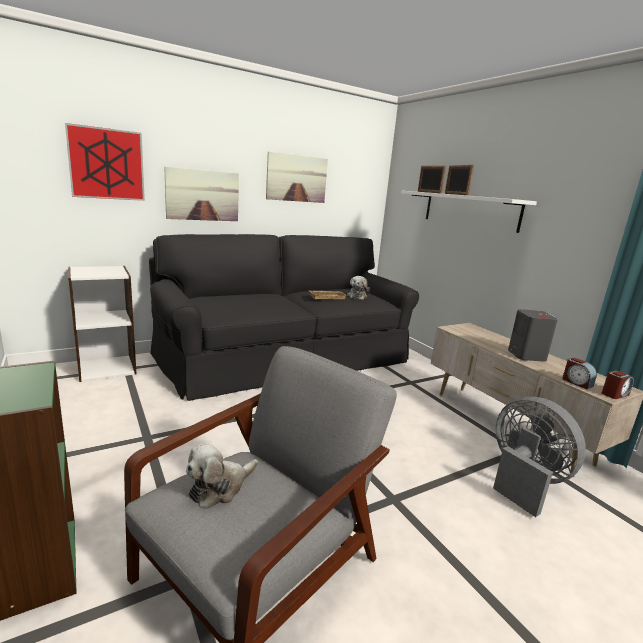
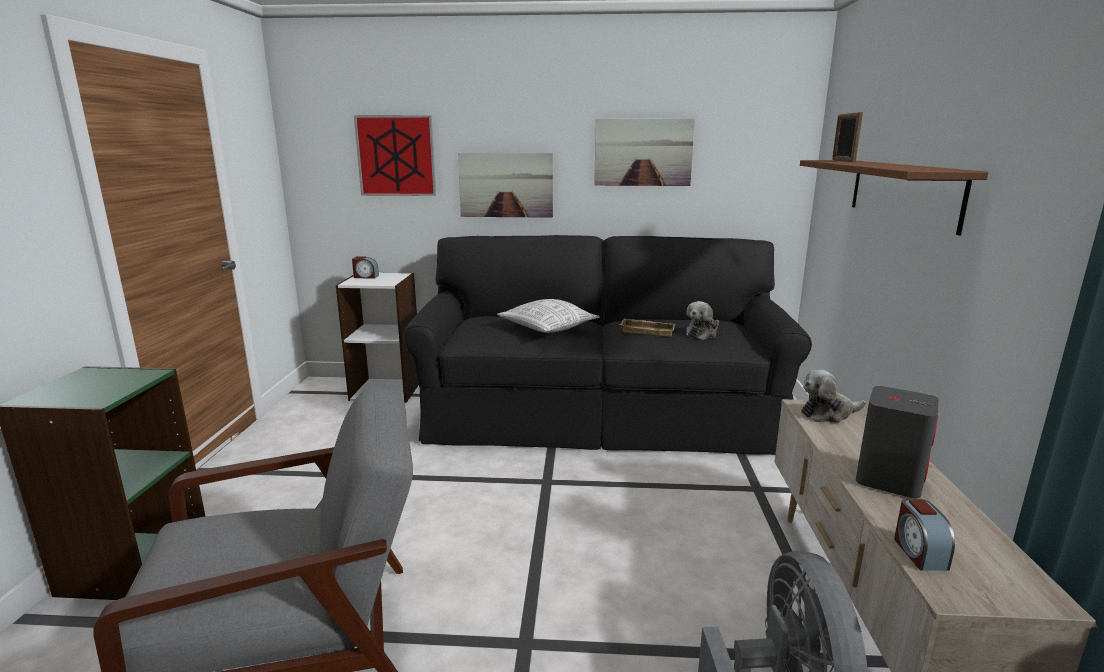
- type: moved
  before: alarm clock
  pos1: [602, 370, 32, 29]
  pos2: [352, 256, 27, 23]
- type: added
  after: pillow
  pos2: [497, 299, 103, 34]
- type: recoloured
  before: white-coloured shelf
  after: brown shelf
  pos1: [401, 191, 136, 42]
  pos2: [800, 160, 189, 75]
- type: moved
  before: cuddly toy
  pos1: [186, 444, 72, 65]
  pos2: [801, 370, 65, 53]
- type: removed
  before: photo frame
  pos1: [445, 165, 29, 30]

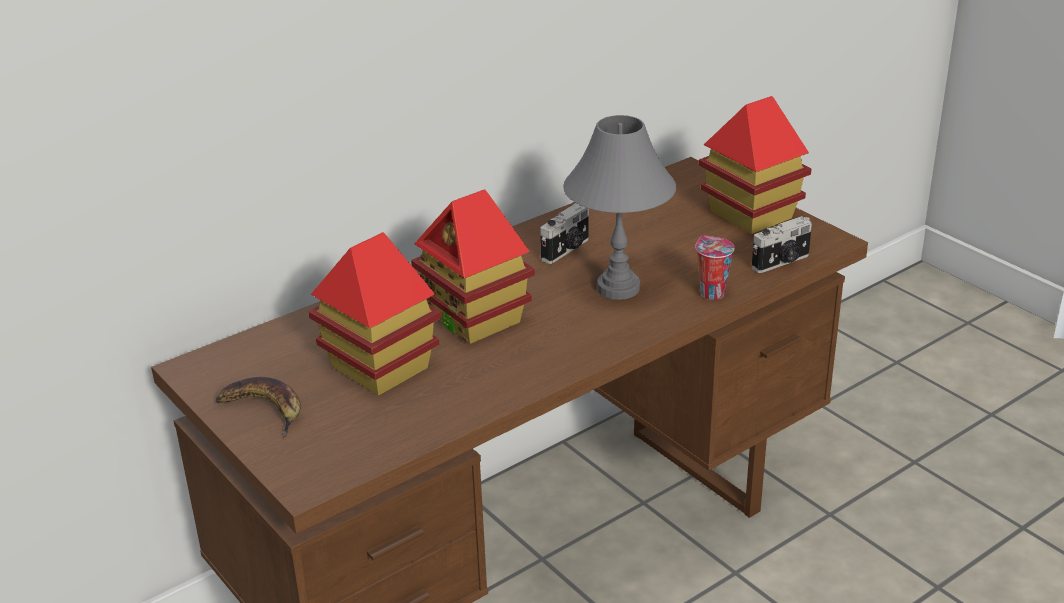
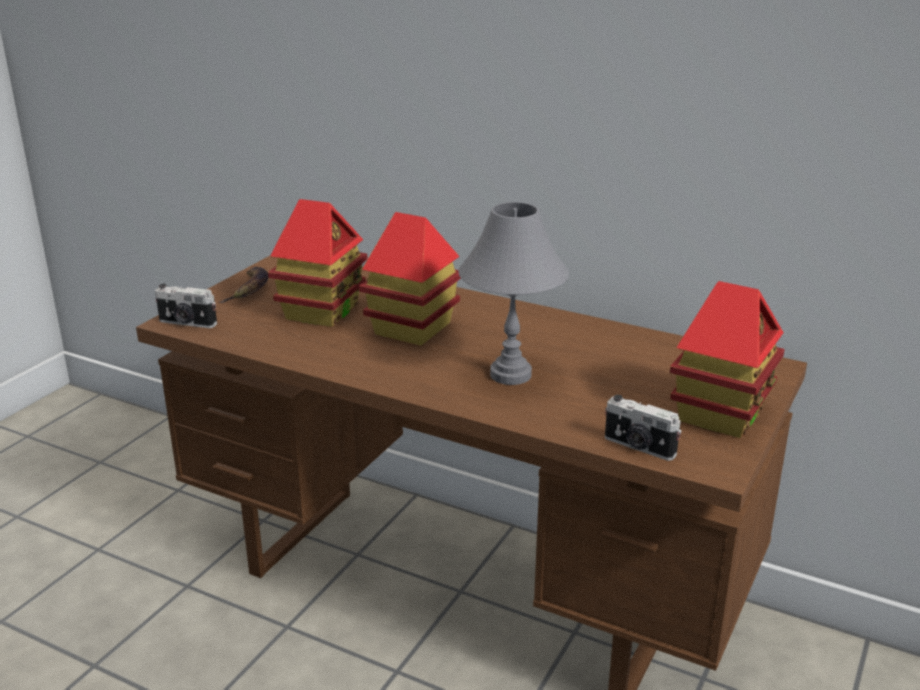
- type: moved
  before: still camera
  pos1: [540, 203, 49, 61]
  pos2: [155, 284, 62, 44]
- type: removed
  before: small cup
  pos1: [695, 236, 40, 64]

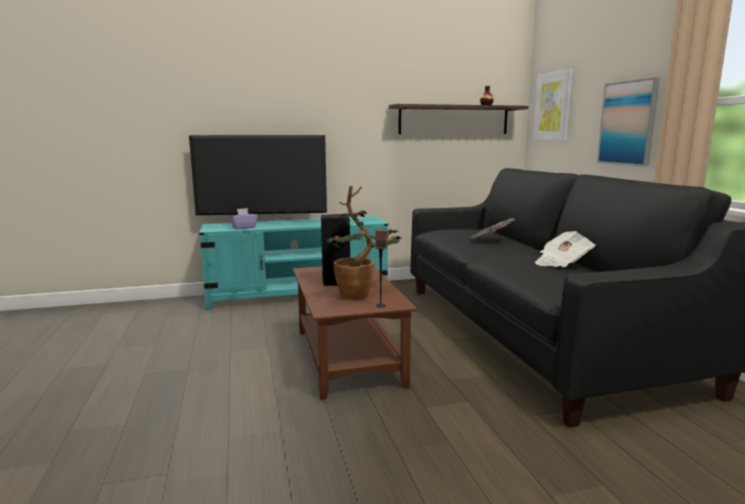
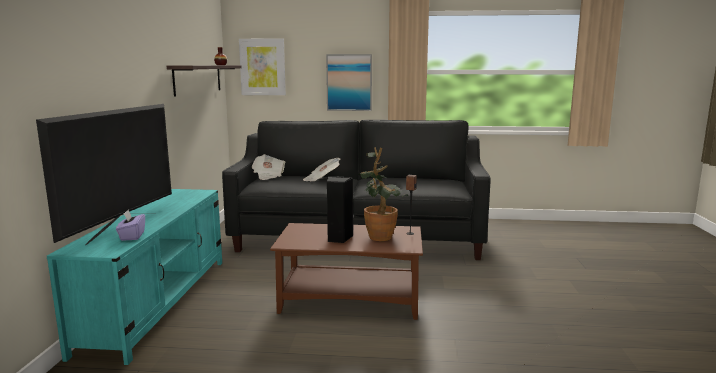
- type: moved
  before: printed paper
  pos1: [535, 231, 61, 36]
  pos2: [251, 154, 35, 26]

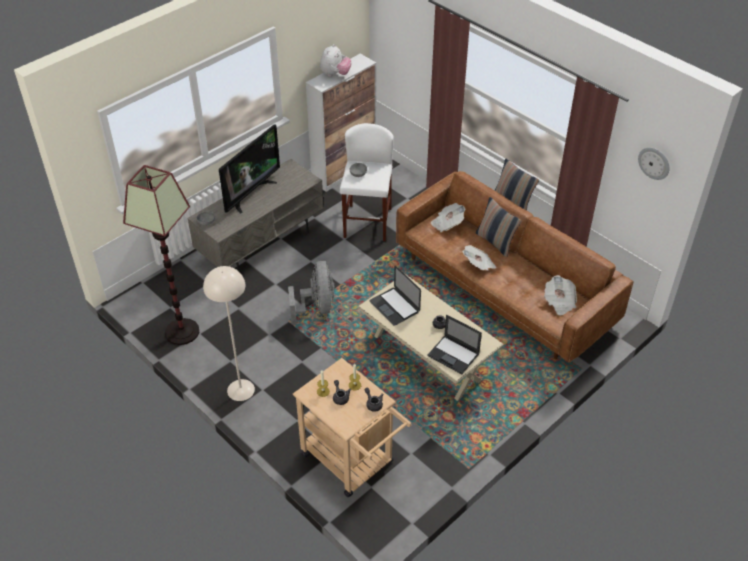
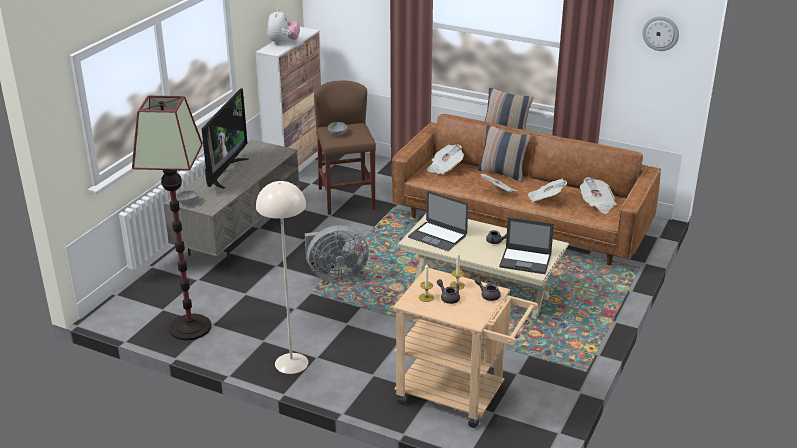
- type: turned
  before: grey electric fan
  pos1: [288, 261, 47, 64]
  pos2: [305, 225, 64, 57]
  turn: 105
- type: recoloured
  before: white-coloured sitting stool
  after: brown sitting stool
  pos1: [340, 123, 54, 118]
  pos2: [314, 81, 62, 134]
- type: added
  after: printed paper
  pos2: [528, 179, 39, 23]

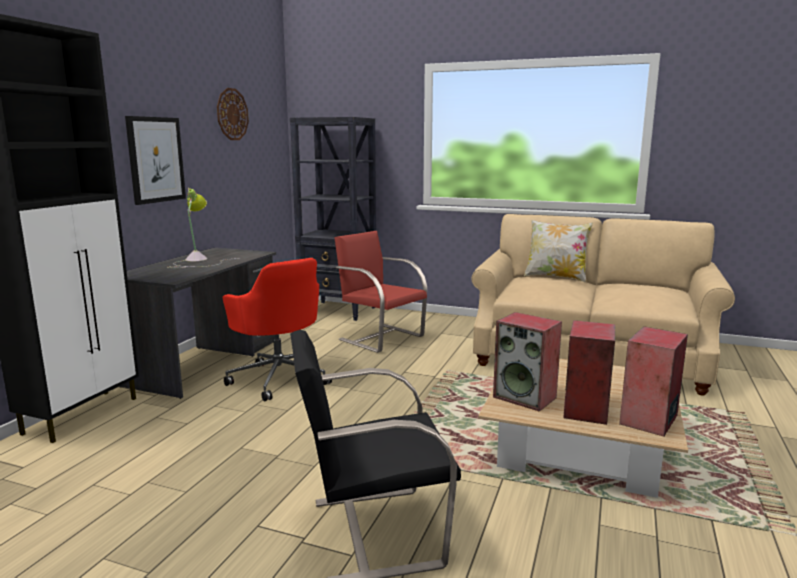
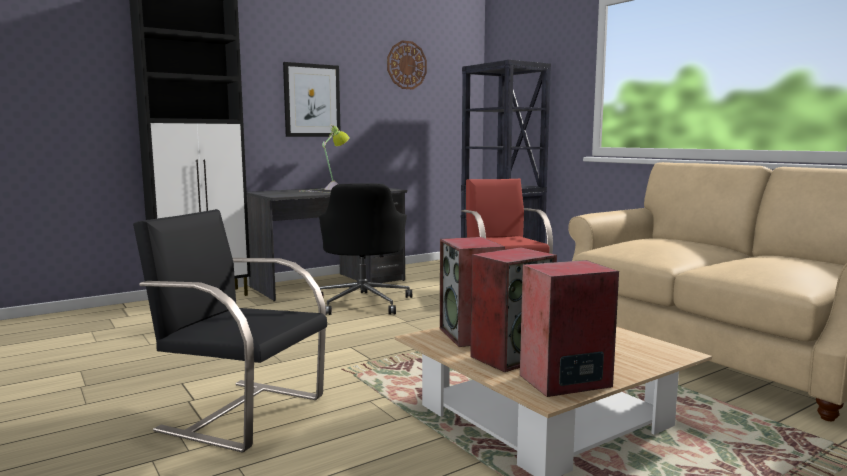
- type: recoloured
  before: red office chair
  after: black office chair
  pos1: [223, 258, 109, 143]
  pos2: [319, 183, 93, 132]
- type: removed
  before: pillow
  pos1: [524, 220, 69, 62]

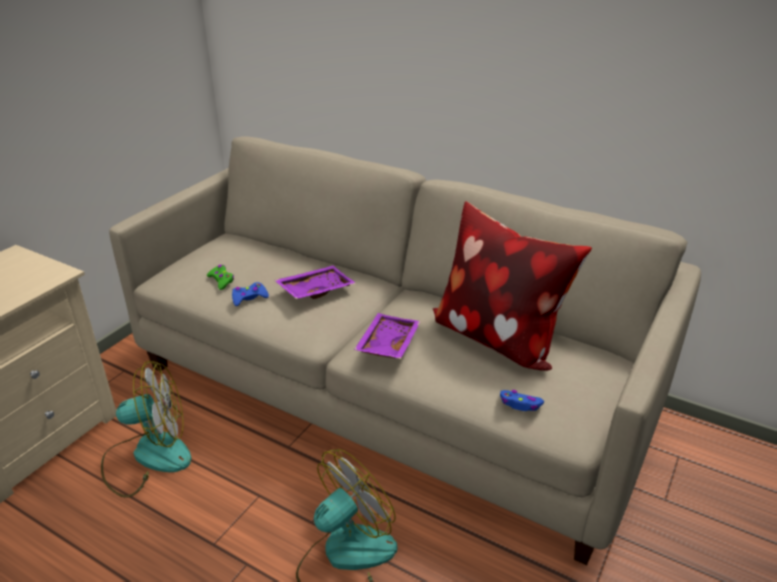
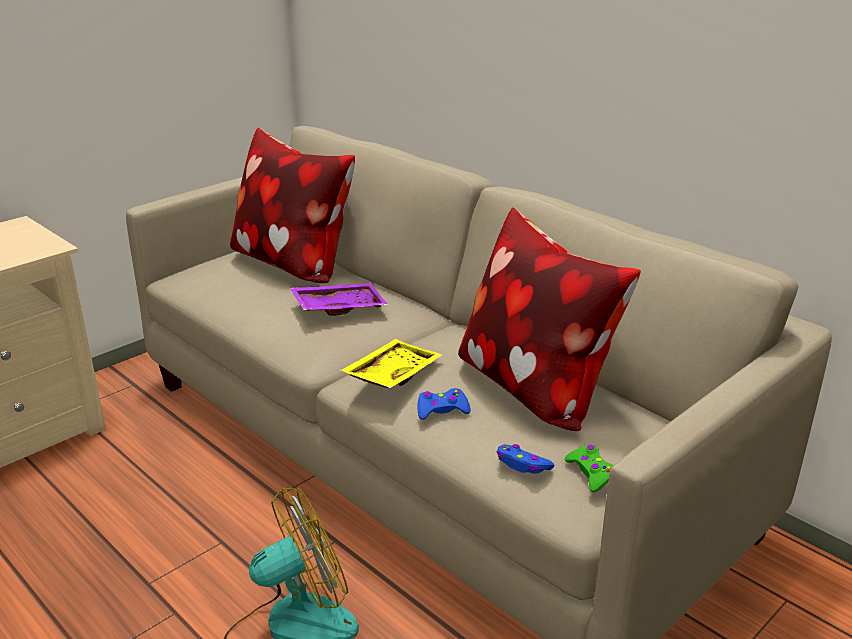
- type: added
  after: pillow
  pos2: [230, 128, 125, 155]
- type: recoloured
  before: purple-coloured tray
  after: yellowish tray
  pos1: [354, 313, 67, 46]
  pos2: [340, 339, 102, 49]
- type: moved
  before: blue-coloured game controller
  pos1: [232, 282, 37, 24]
  pos2: [417, 388, 54, 32]
- type: moved
  before: green-coloured game controller
  pos1: [207, 265, 27, 25]
  pos2: [565, 445, 48, 47]
- type: removed
  before: electric fan
  pos1: [101, 361, 91, 137]

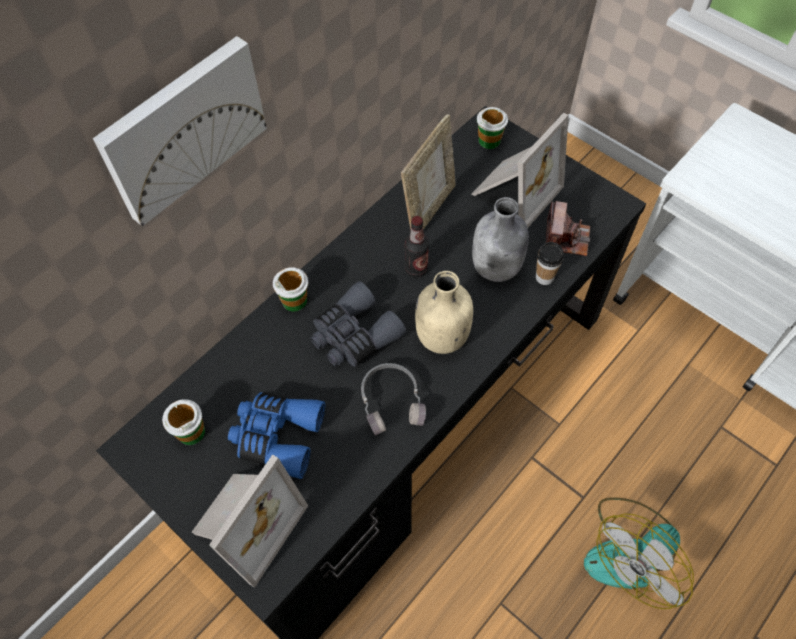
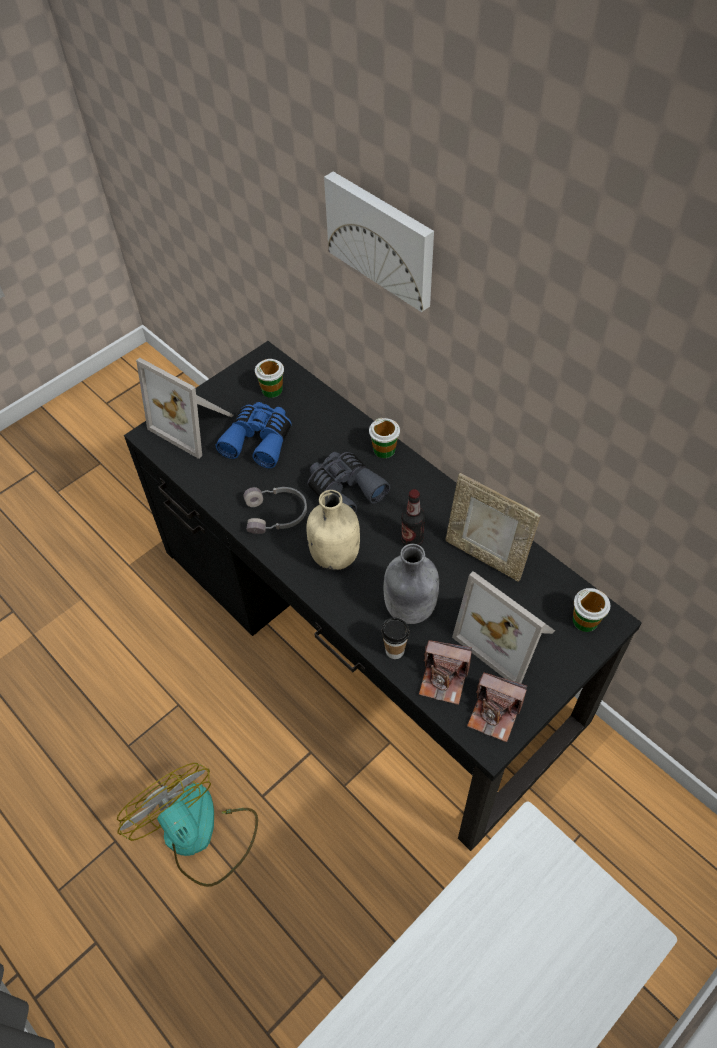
- type: added
  after: still camera
  pos2: [467, 672, 60, 70]

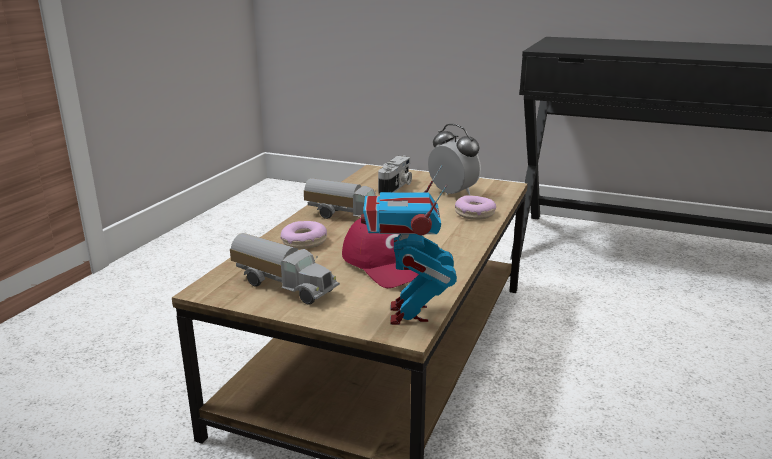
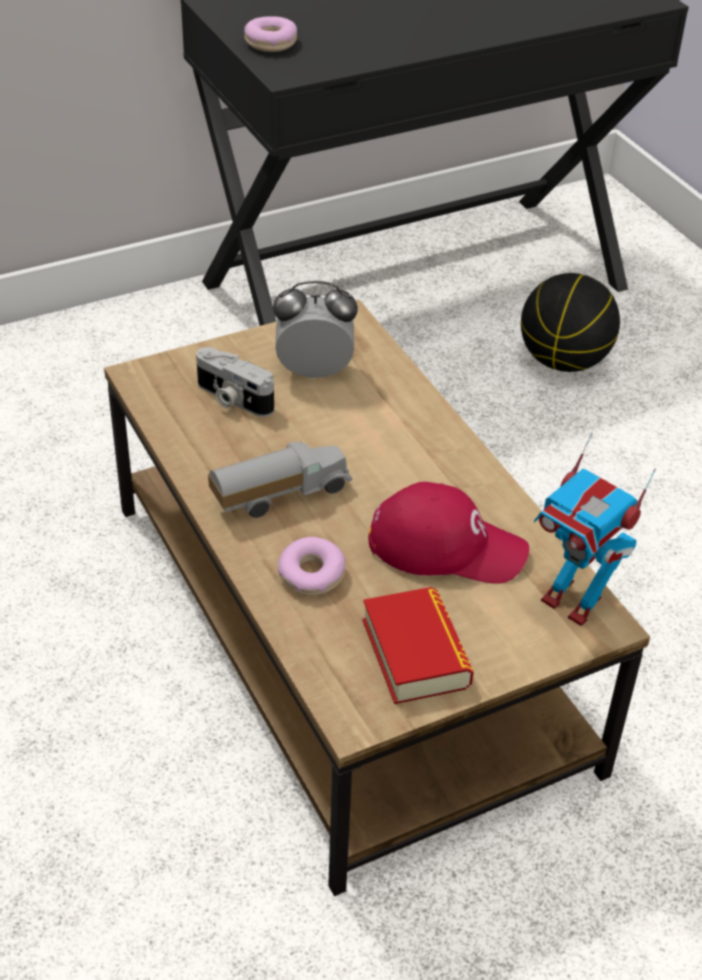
- type: turned
  before: still camera
  pos1: [378, 156, 34, 39]
  pos2: [196, 347, 78, 70]
  turn: 150
- type: moved
  before: doughnut
  pos1: [455, 195, 41, 25]
  pos2: [244, 16, 53, 36]
- type: replaced
  before: toy truck
  after: volume
  pos1: [230, 233, 110, 72]
  pos2: [362, 587, 112, 117]
- type: added
  after: basketball ball
  pos2: [521, 273, 99, 99]

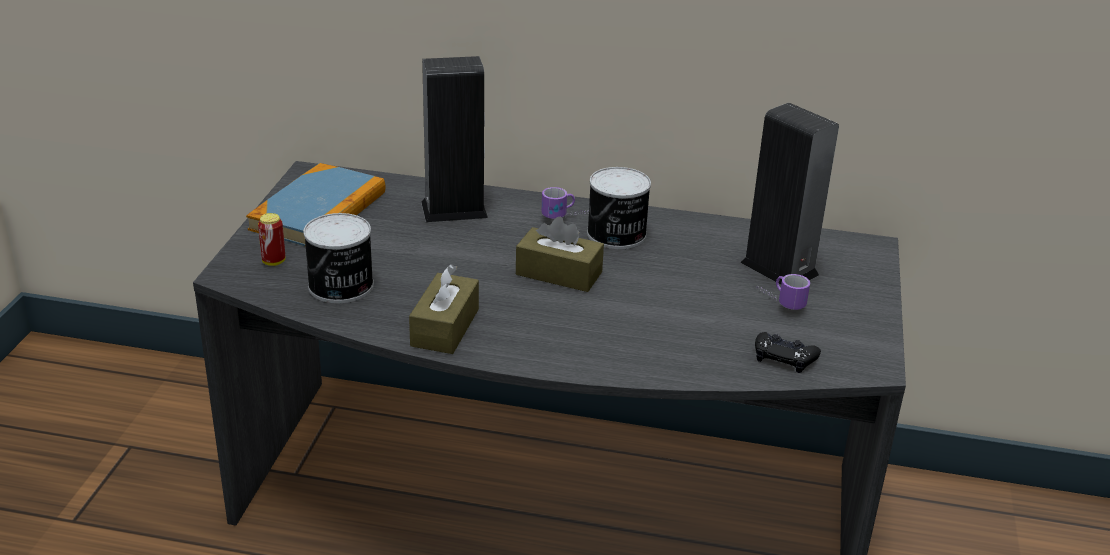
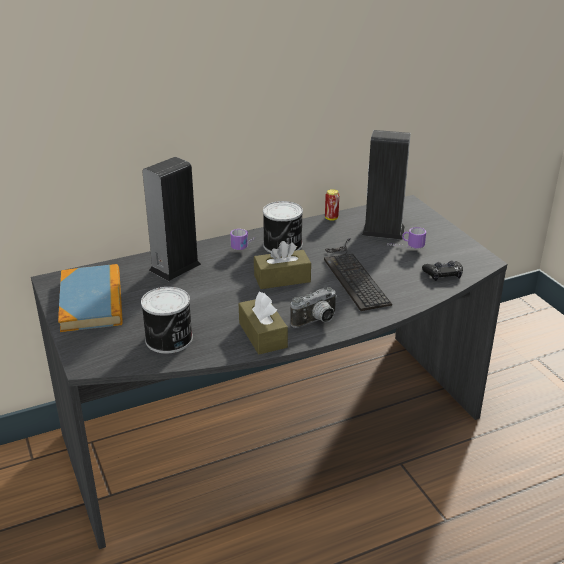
- type: added
  after: still camera
  pos2: [290, 287, 47, 41]
- type: added
  after: keyboard
  pos2: [324, 238, 68, 73]
- type: moved
  before: metal can
  pos1: [258, 213, 27, 53]
  pos2: [325, 189, 14, 32]

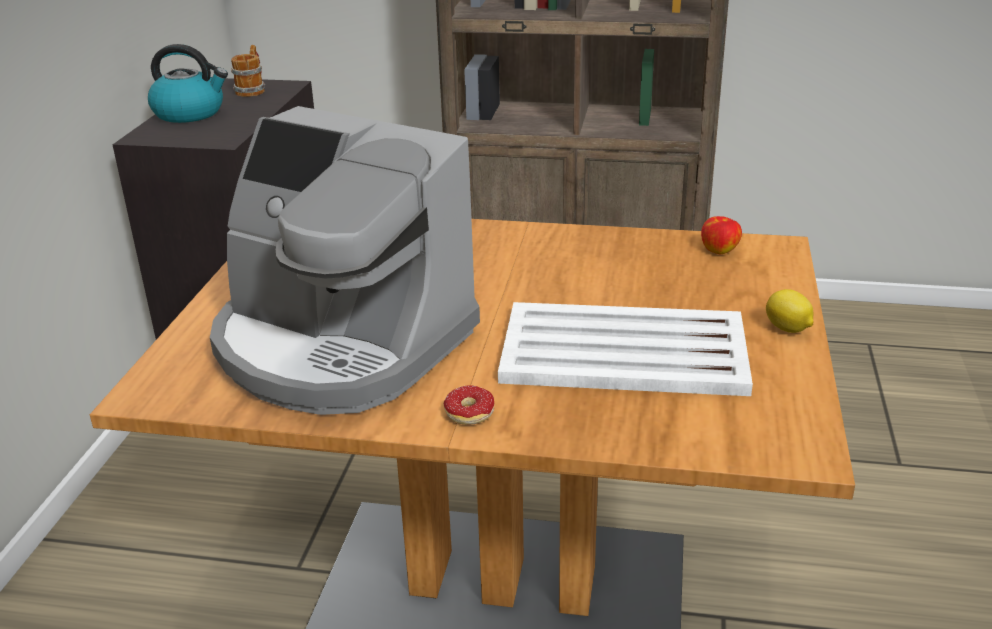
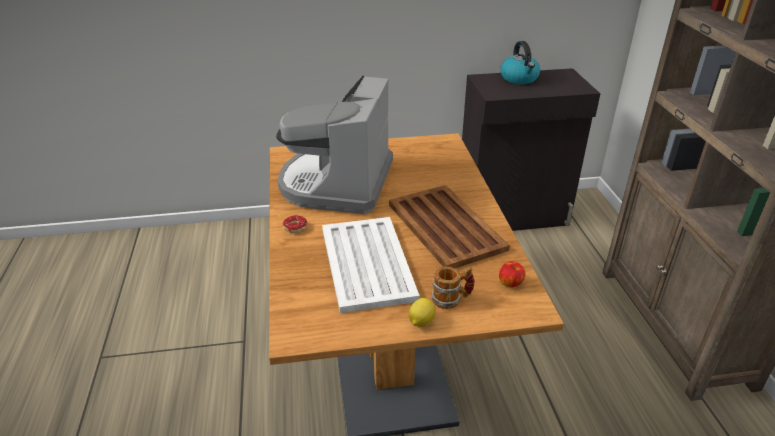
- type: added
  after: brown tray
  pos2: [389, 185, 121, 84]
- type: moved
  before: coffee mug
  pos1: [231, 45, 34, 52]
  pos2: [431, 266, 44, 43]

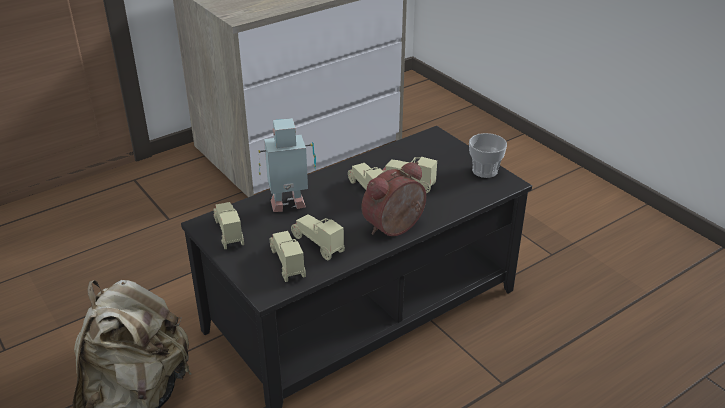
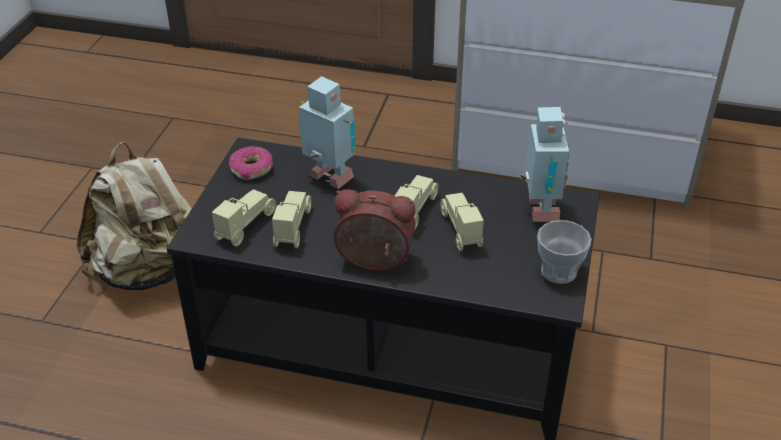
- type: replaced
  before: beige-coloured miniature car
  after: doughnut
  pos1: [213, 202, 31, 47]
  pos2: [229, 146, 44, 34]
- type: added
  after: toy robot
  pos2: [521, 107, 49, 115]

